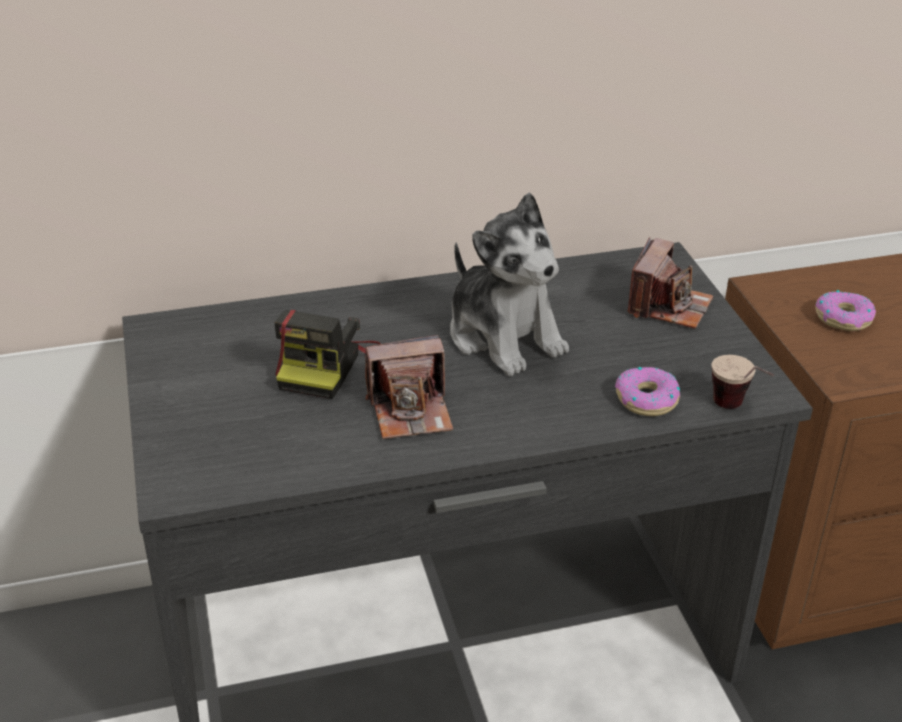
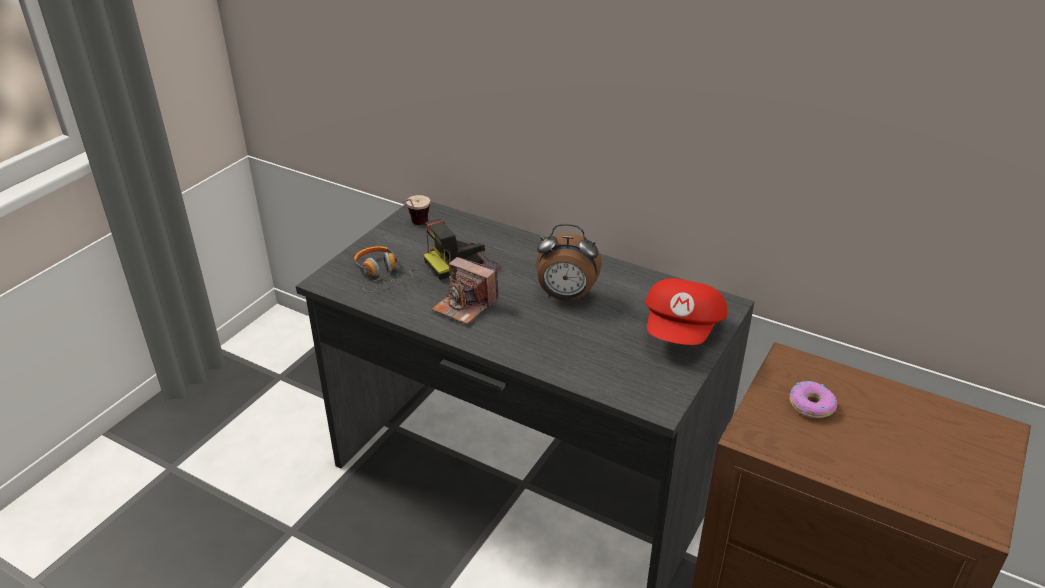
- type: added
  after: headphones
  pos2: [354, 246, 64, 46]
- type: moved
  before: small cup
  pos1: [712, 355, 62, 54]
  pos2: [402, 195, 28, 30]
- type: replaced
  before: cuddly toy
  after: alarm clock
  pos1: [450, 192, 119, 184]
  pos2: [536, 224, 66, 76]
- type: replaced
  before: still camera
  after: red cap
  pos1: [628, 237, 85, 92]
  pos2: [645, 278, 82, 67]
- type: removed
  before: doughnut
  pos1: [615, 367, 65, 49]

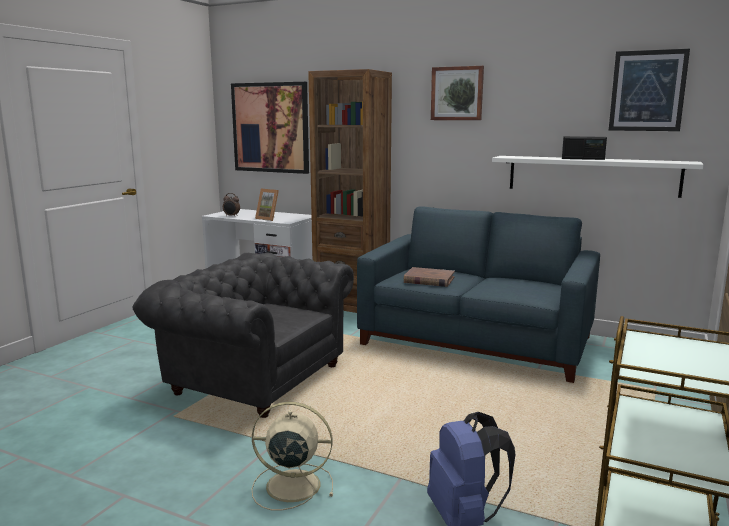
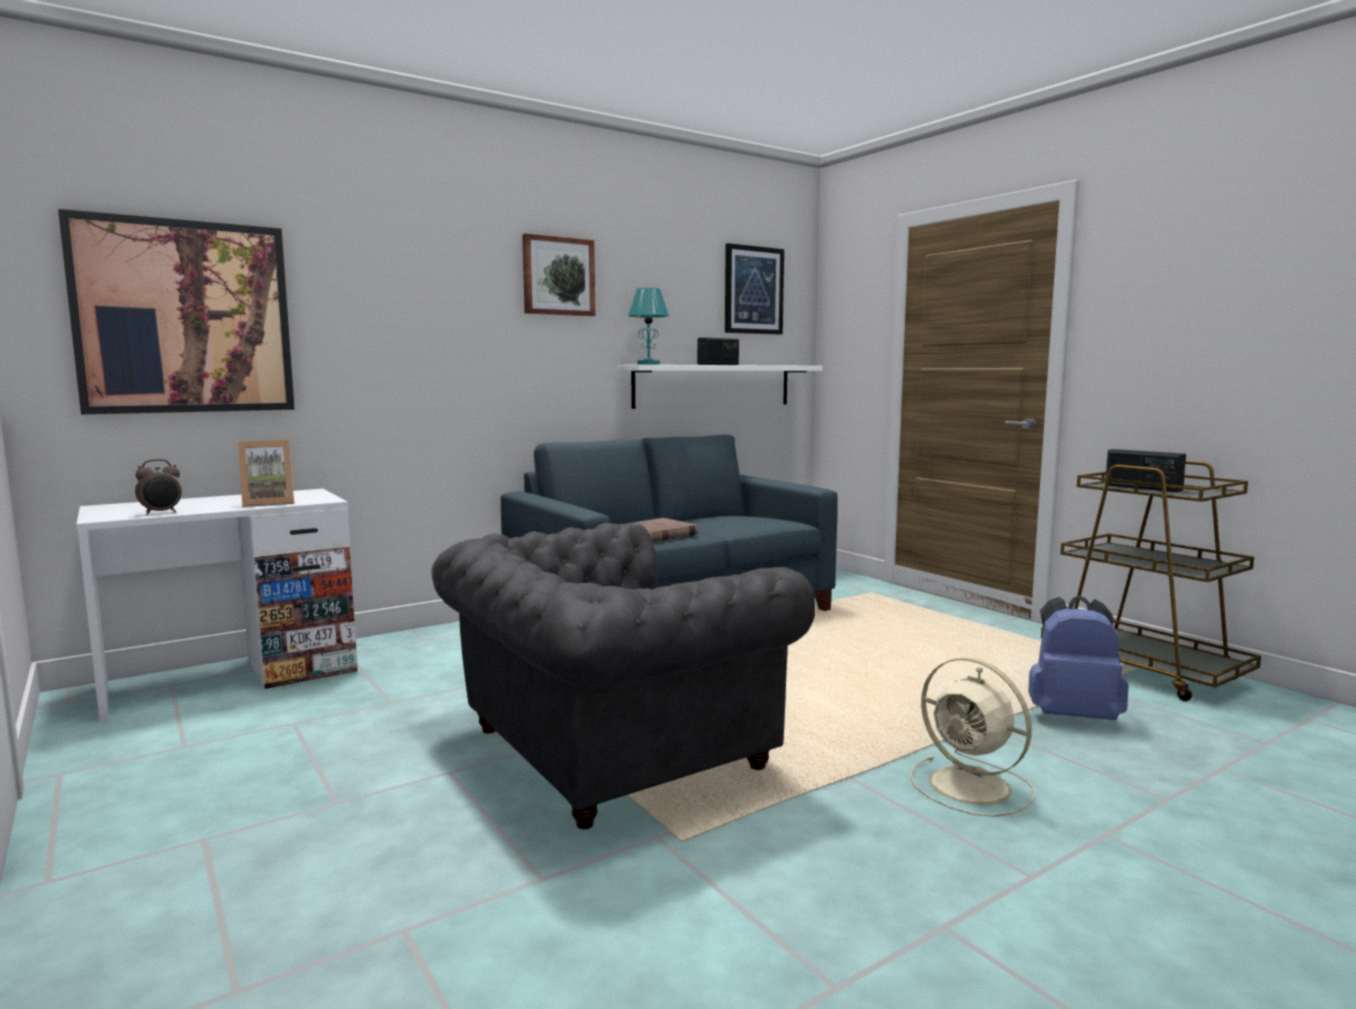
- type: added
  after: turquoise-coloured table lamp
  pos2: [628, 288, 41, 77]
- type: turned
  before: beige-coloured electric fan
  pos1: [252, 402, 81, 108]
  pos2: [910, 657, 126, 160]
  turn: -75
- type: added
  after: radio receiver
  pos2: [1105, 449, 81, 43]
- type: removed
  before: brown shelving unit
  pos1: [308, 69, 84, 244]

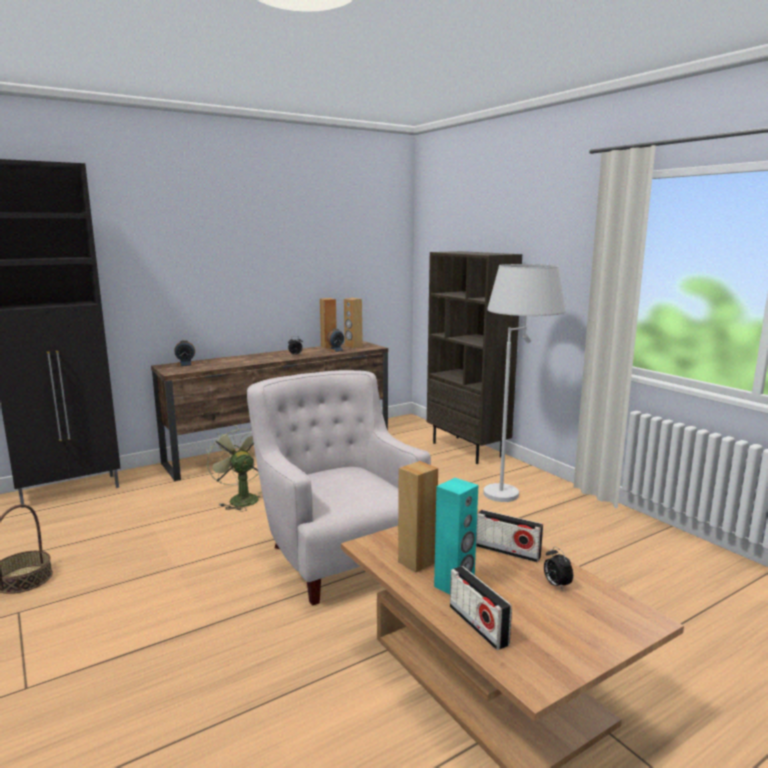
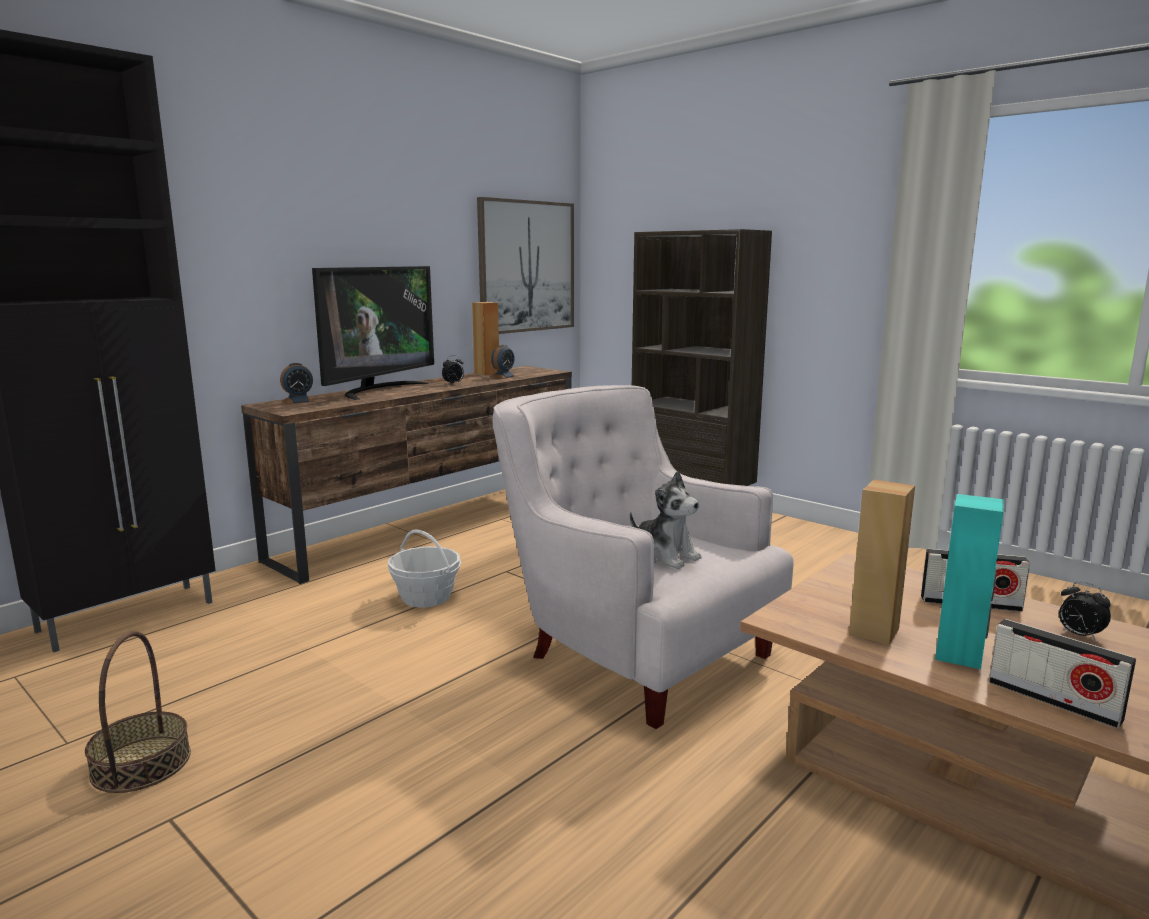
- type: added
  after: television
  pos2: [312, 266, 122, 134]
- type: replaced
  before: green-coloured electric fan
  after: storage basket
  pos1: [206, 425, 56, 86]
  pos2: [388, 530, 73, 78]
- type: added
  after: wall art
  pos2: [477, 197, 97, 137]
- type: added
  after: cuddly toy
  pos2: [630, 471, 72, 98]
- type: removed
  before: brown audio speaker
  pos1: [344, 298, 19, 51]
- type: removed
  before: white-coloured standard lamp
  pos1: [483, 264, 82, 238]

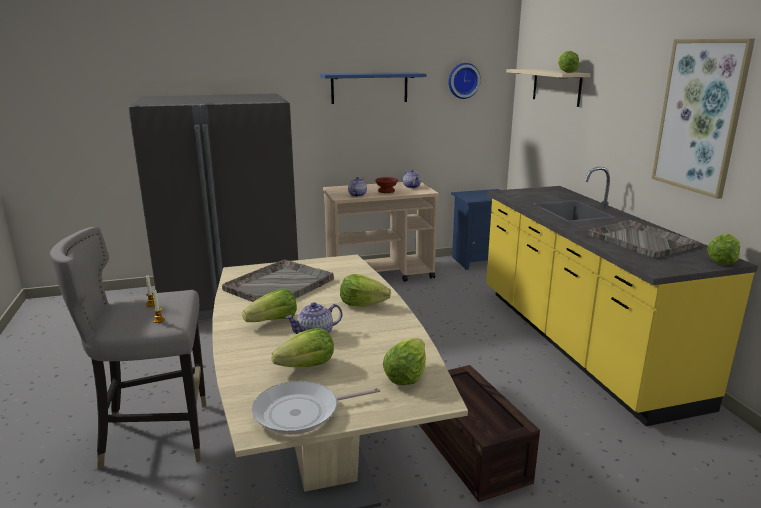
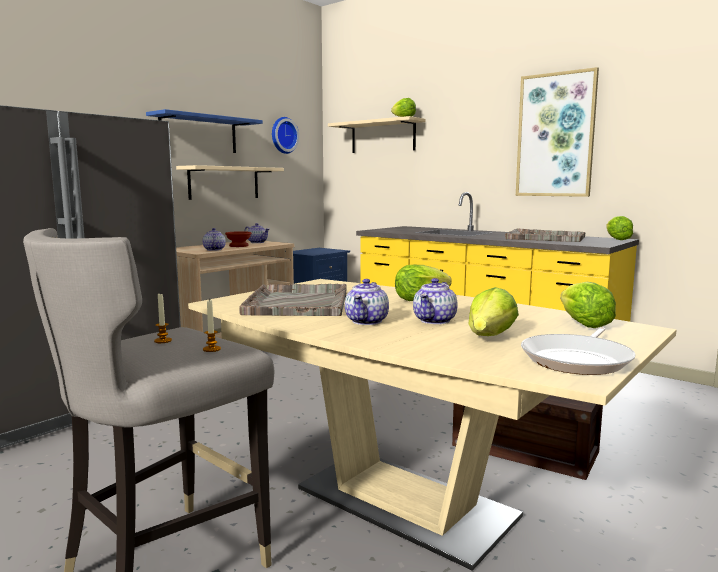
- type: added
  after: beige-coloured shelf
  pos2: [176, 165, 108, 35]
- type: replaced
  before: lettuce head
  after: teapot
  pos1: [242, 289, 55, 33]
  pos2: [345, 279, 44, 46]

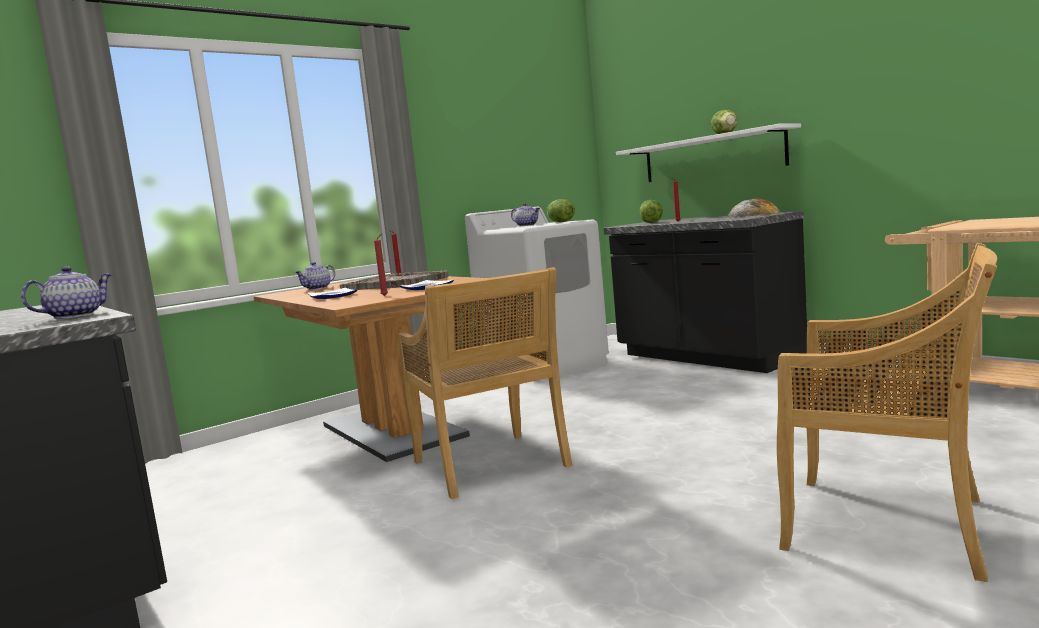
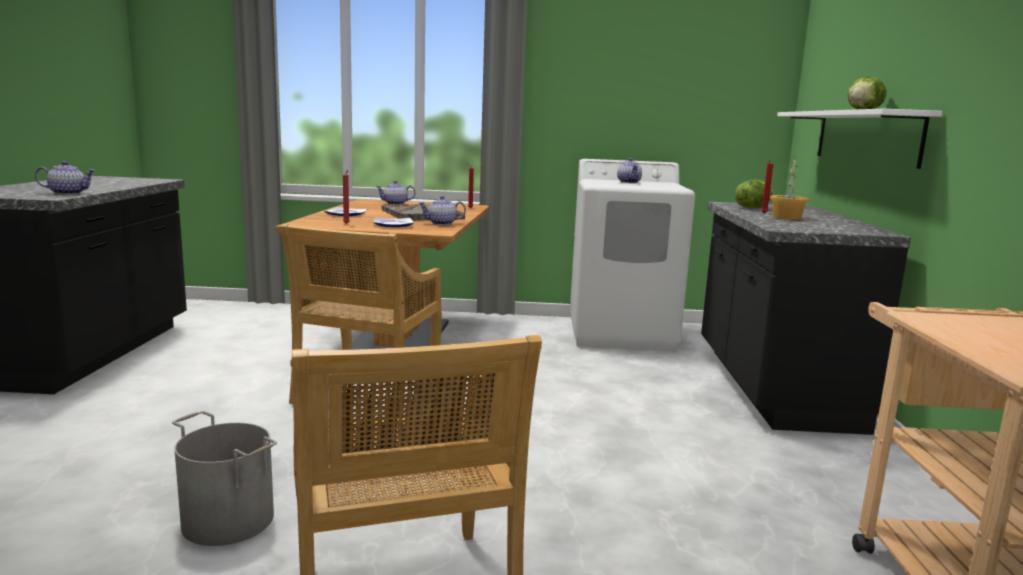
- type: added
  after: grey water bucket
  pos2: [172, 411, 105, 135]
- type: added
  after: teapot
  pos2: [419, 196, 47, 29]
- type: added
  after: houseplant
  pos2: [770, 158, 40, 62]
- type: removed
  before: lettuce head
  pos1: [547, 199, 28, 23]
- type: removed
  before: baked bread
  pos1: [727, 198, 53, 19]

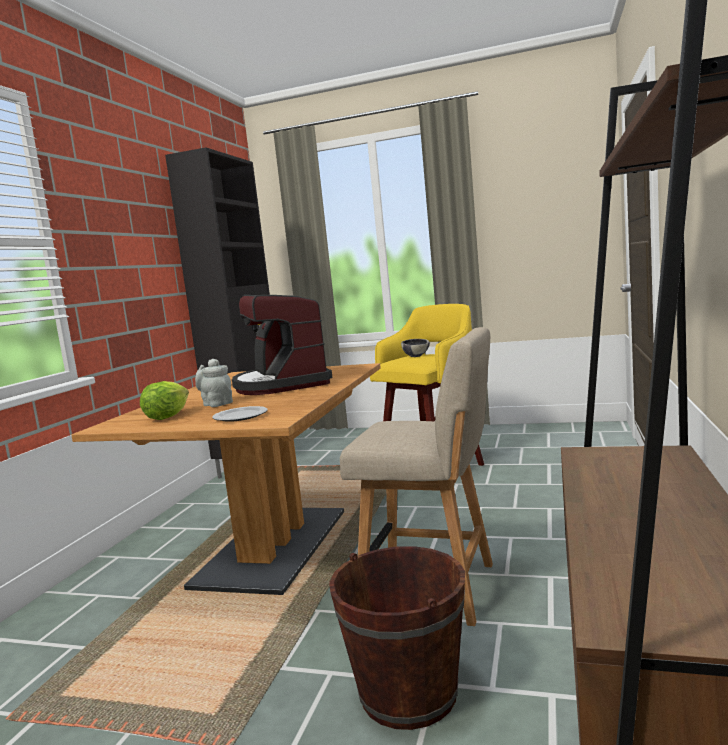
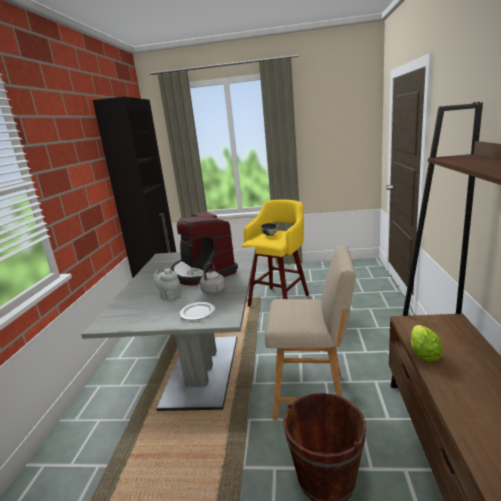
- type: recoloured
  before: brown dining table
  after: grey dining table
  pos1: [71, 363, 310, 232]
  pos2: [81, 247, 175, 164]
- type: added
  after: grey water kettle
  pos2: [198, 261, 27, 33]
- type: moved
  before: lettuce head
  pos1: [140, 381, 49, 39]
  pos2: [411, 325, 31, 37]

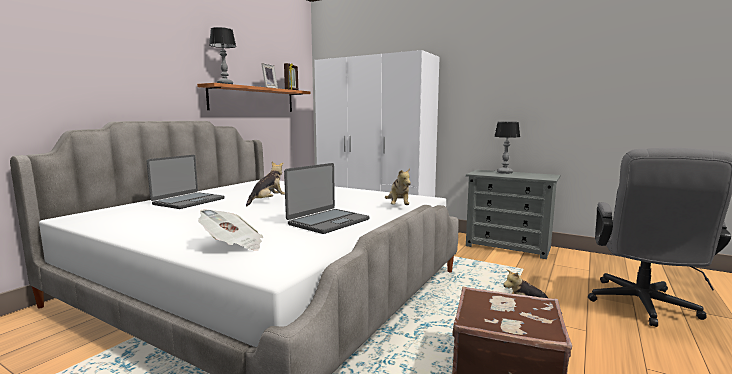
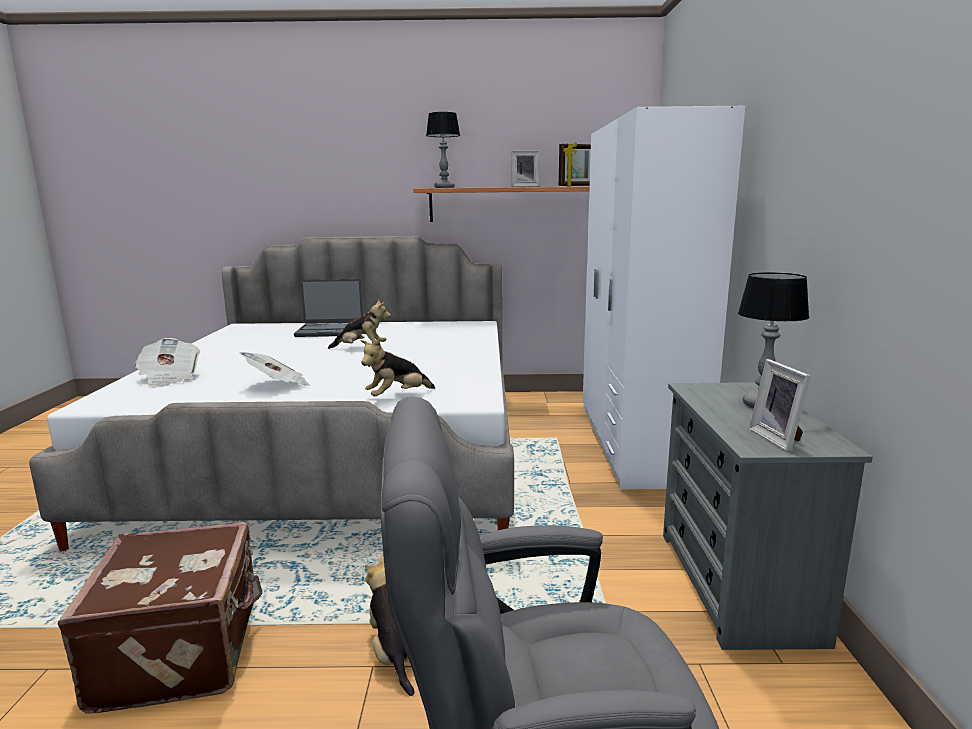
- type: replaced
  before: laptop
  after: printed paper
  pos1: [284, 163, 85, 71]
  pos2: [239, 352, 72, 34]
- type: added
  after: photo frame
  pos2: [749, 359, 62, 93]

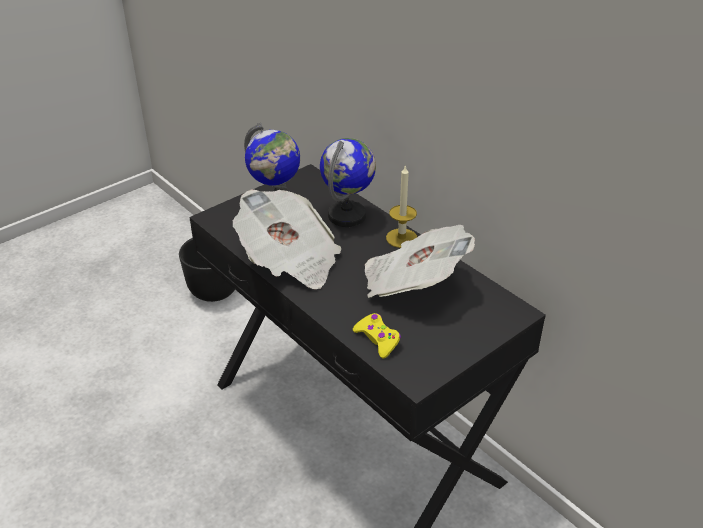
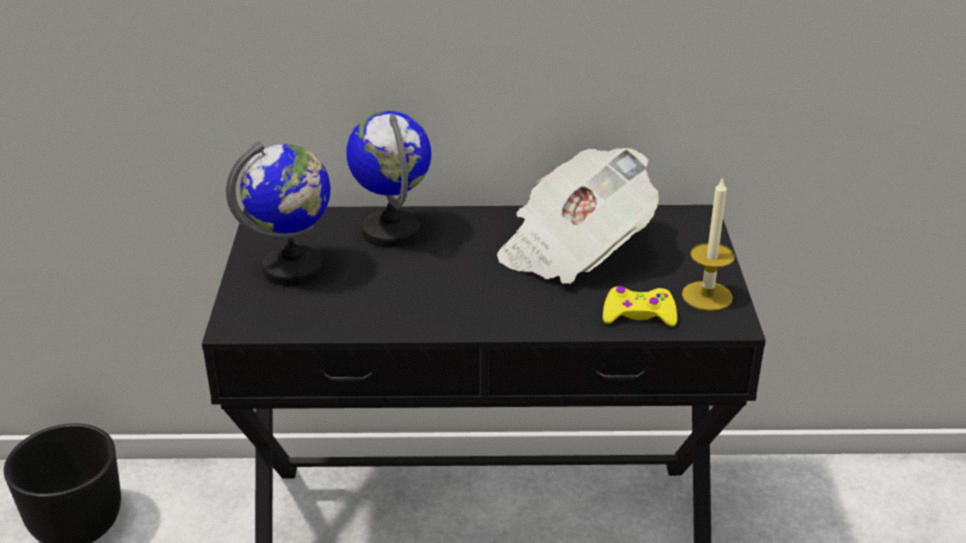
- type: moved
  before: wax candle
  pos1: [386, 165, 31, 83]
  pos2: [682, 176, 53, 135]
- type: removed
  before: printed paper
  pos1: [233, 189, 109, 100]

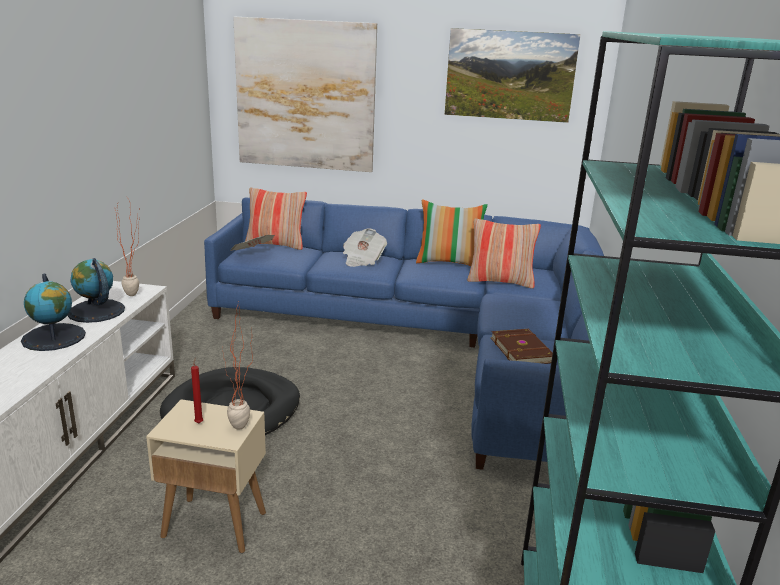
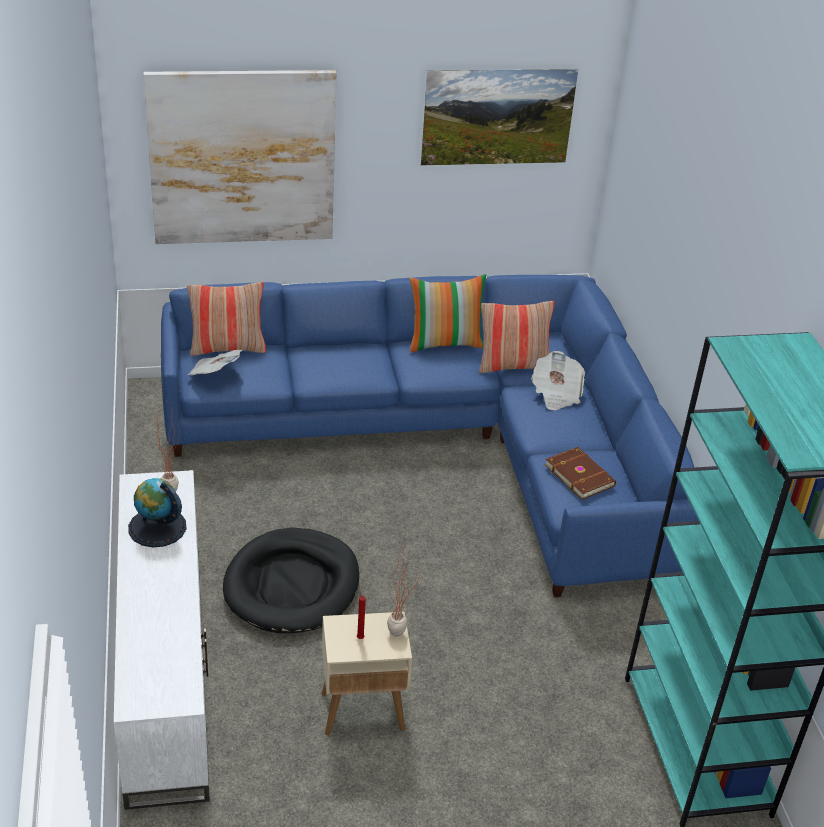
- type: moved
  before: printed paper
  pos1: [343, 228, 44, 39]
  pos2: [531, 351, 54, 59]
- type: removed
  before: world globe
  pos1: [21, 274, 65, 77]

